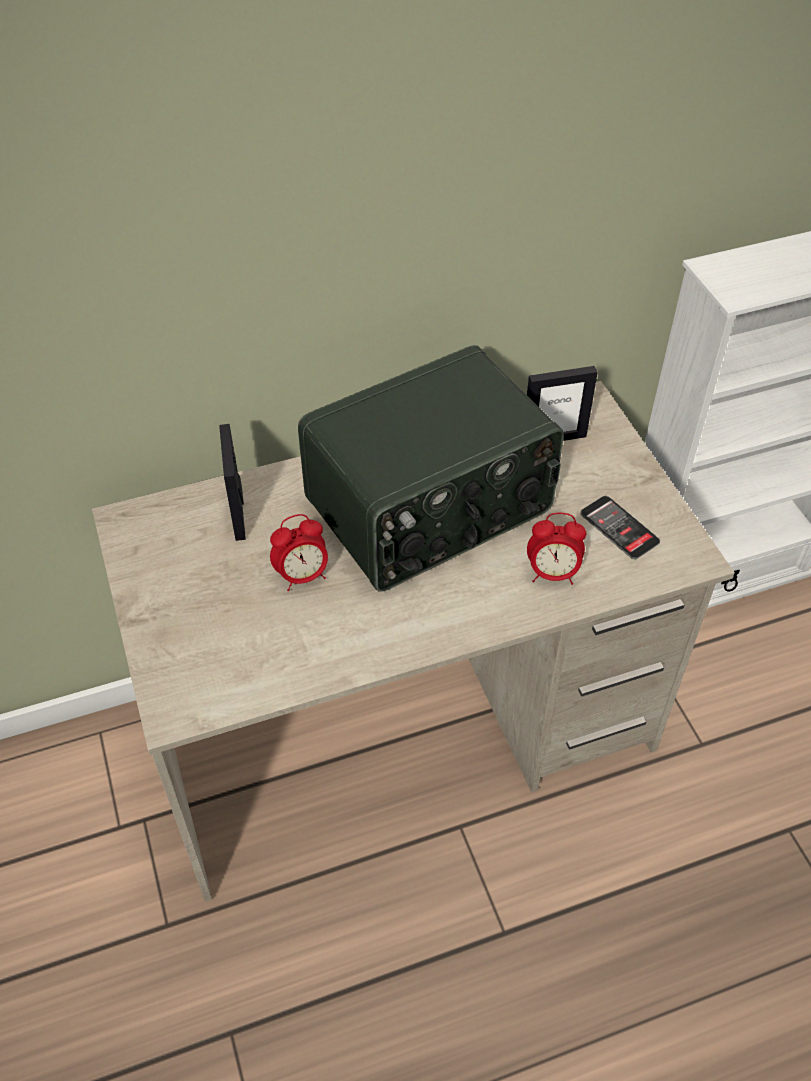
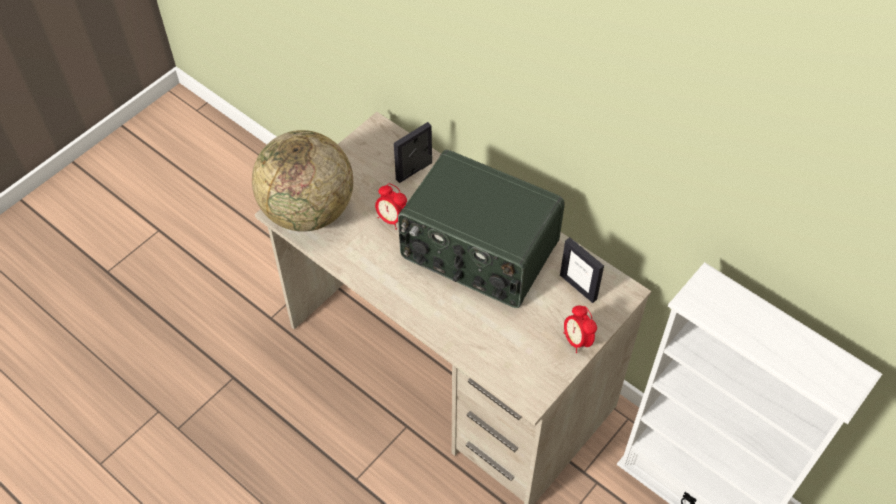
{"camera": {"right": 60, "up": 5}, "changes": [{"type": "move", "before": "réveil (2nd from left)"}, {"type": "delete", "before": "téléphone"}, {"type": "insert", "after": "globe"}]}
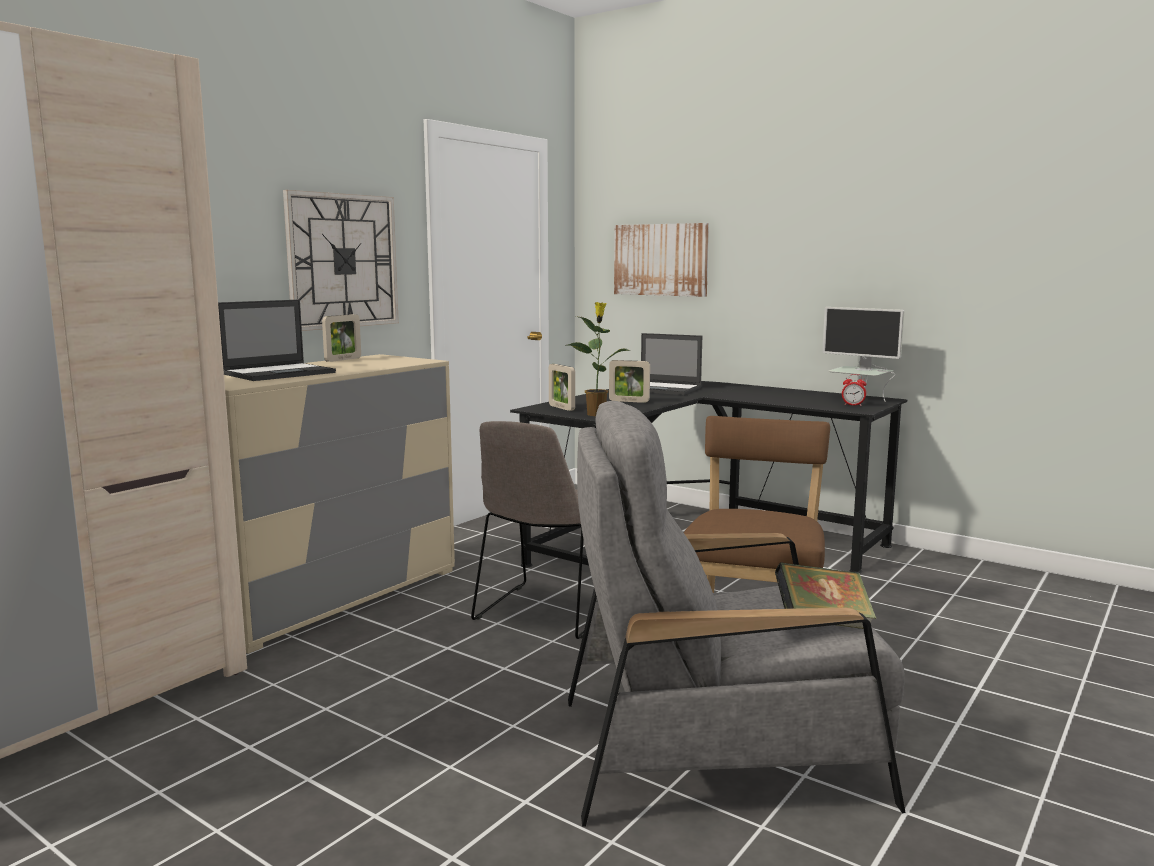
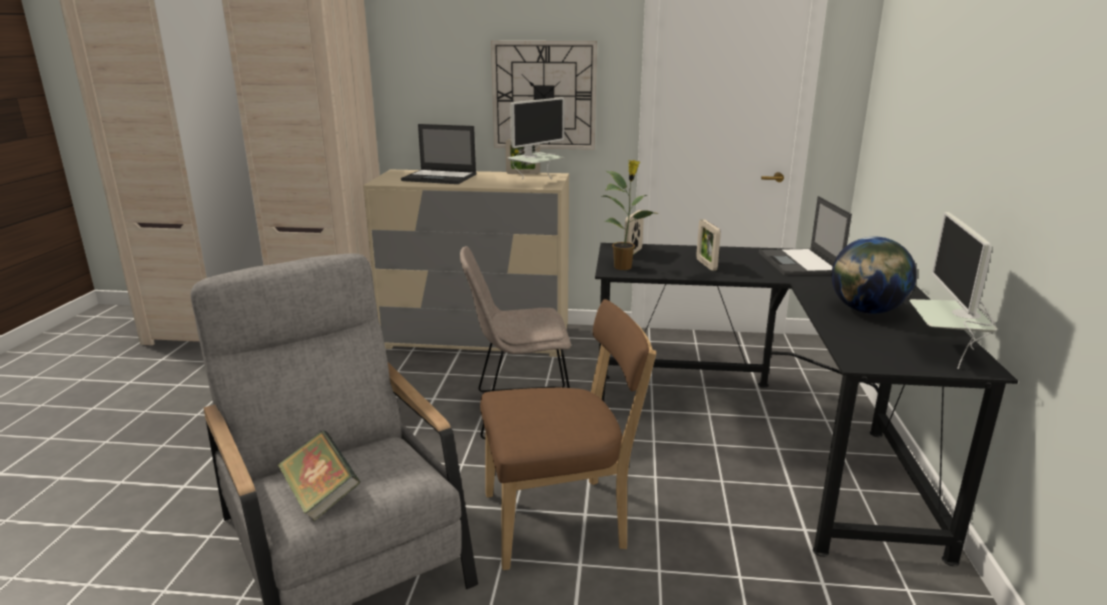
{"camera": {"right": 60, "up": 10}, "changes": [{"type": "delete", "before": "tableau"}, {"type": "delete", "before": "réveil"}, {"type": "insert", "after": "écran d'ordinateur (1st from left)"}, {"type": "insert", "after": "globe"}]}
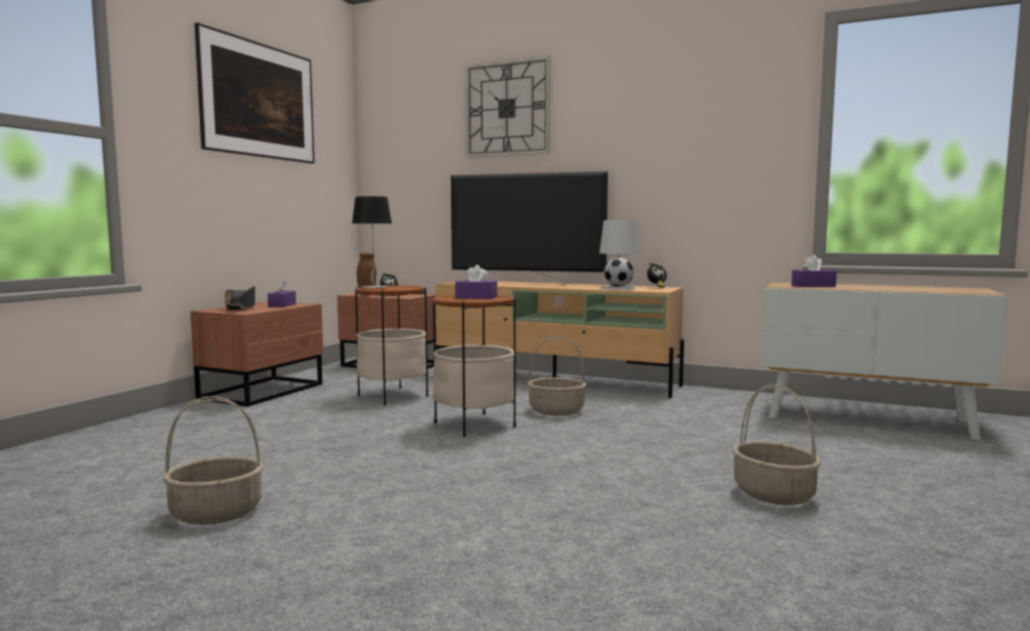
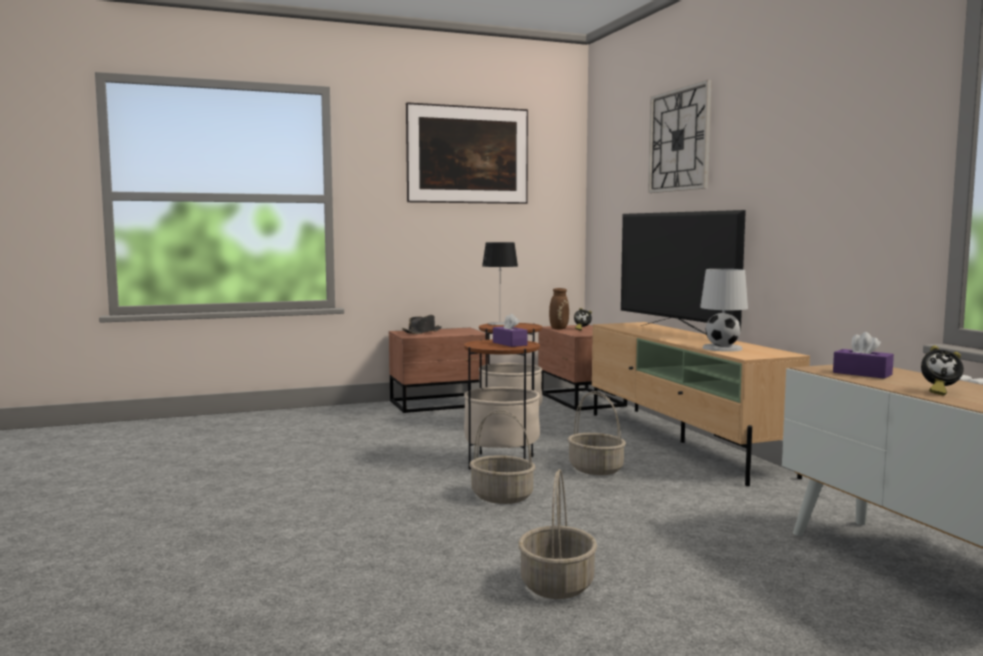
{"camera": {"right": 45, "up": 0}, "changes": [{"type": "move", "before": "panier (1st from left)"}, {"type": "delete", "before": "boîte à mouchoirs/violet (1st from left)"}, {"type": "move", "before": "réveil (2nd from left)"}]}
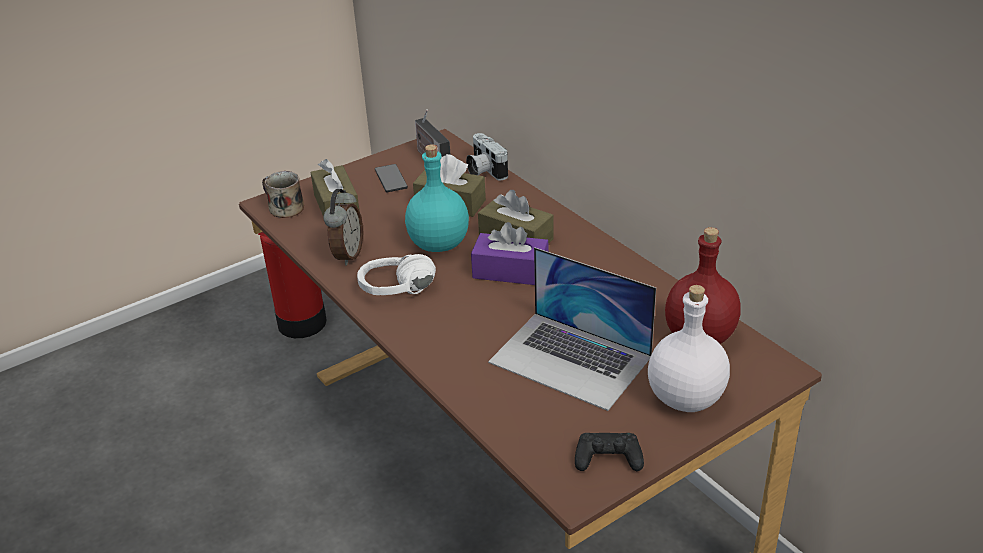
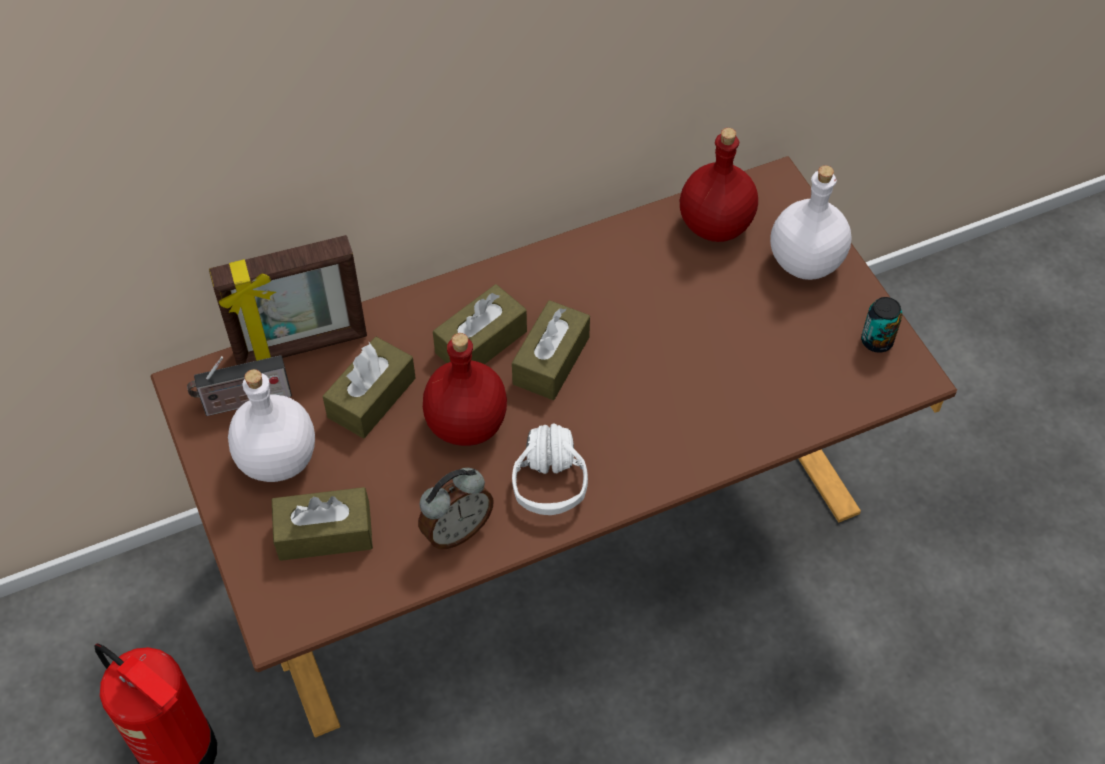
{"camera": {"right": -80, "up": 20}, "changes": [{"type": "delete", "before": "mug"}, {"type": "rotate", "before": "réveil", "turn": 120}, {"type": "replace", "before": "téléphone", "after": "bouteille/blanc (1st from left)"}, {"type": "recolor", "before": "bouteille/turquoise", "after": "bouteille/rouge (1st from left)"}, {"type": "replace", "before": "appareil photo", "after": "cadre photo"}, {"type": "recolor", "before": "boîte à mouchoirs/violet", "after": "boîte à mouchoirs/marron (4th from left)"}, {"type": "delete", "before": "ordinateur portable"}, {"type": "replace", "before": "manette/noir", "after": "boîte métallique"}]}
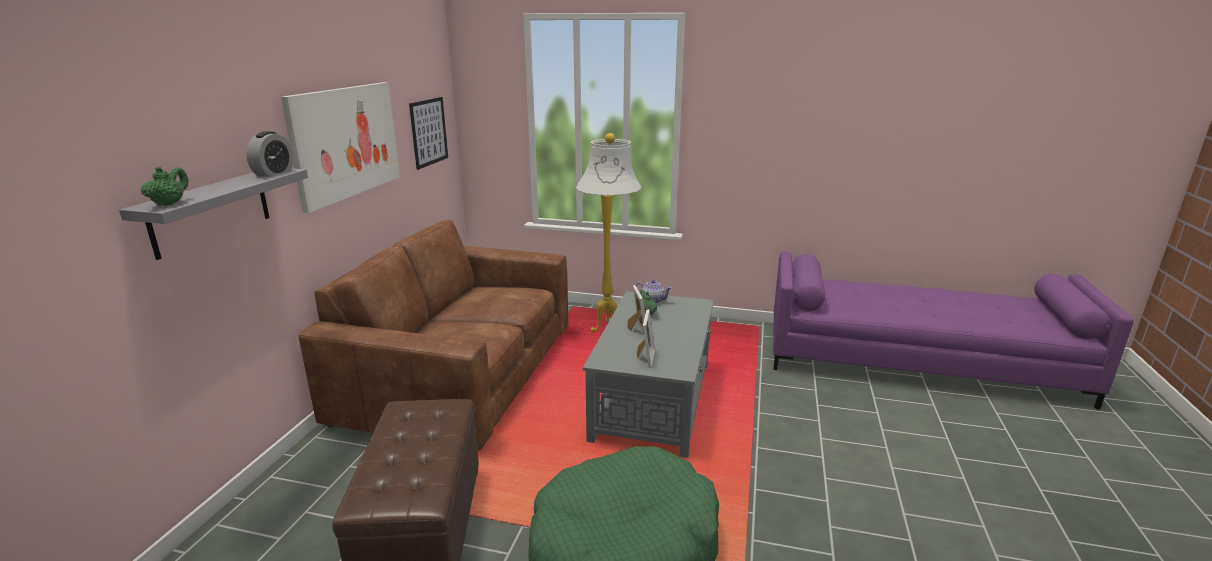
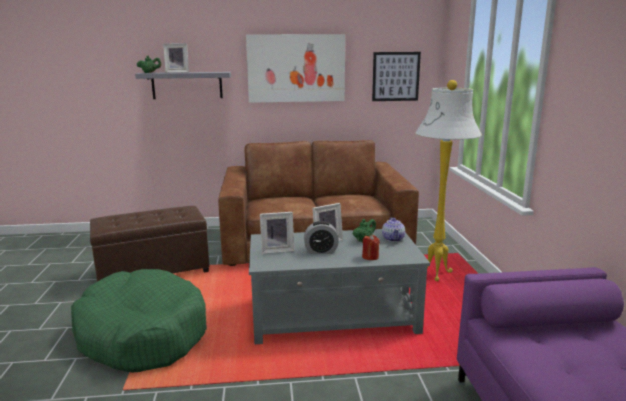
{"camera": {"right": 70, "up": -5}, "changes": [{"type": "move", "before": "réveil"}, {"type": "insert", "after": "cadre photo (1st from left)"}, {"type": "insert", "after": "bougie/rouge"}]}
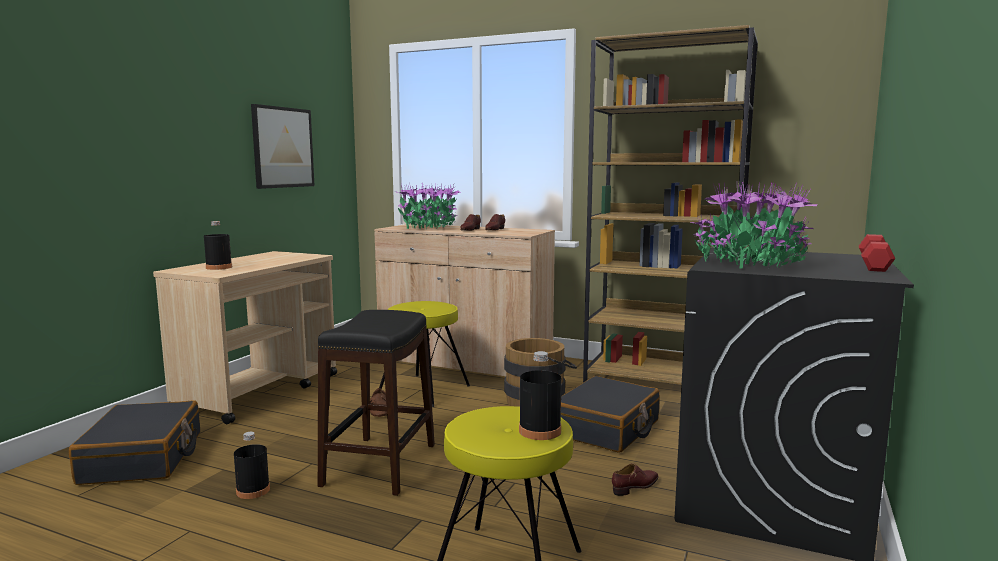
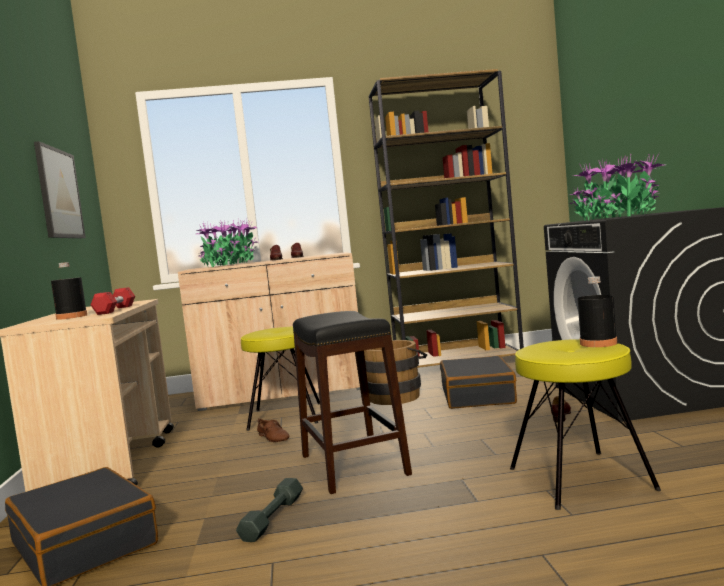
{"camera": {"right": -30, "up": -5}, "changes": [{"type": "replace", "before": "bouteille/noir (2nd from left)", "after": "haltère/gris"}, {"type": "move", "before": "haltère/rouge"}]}
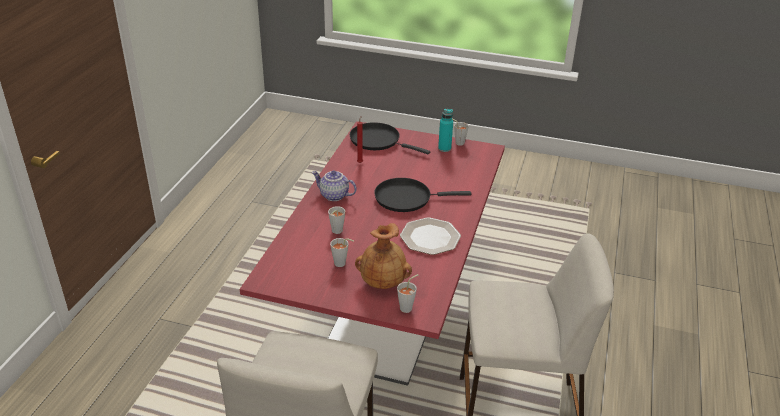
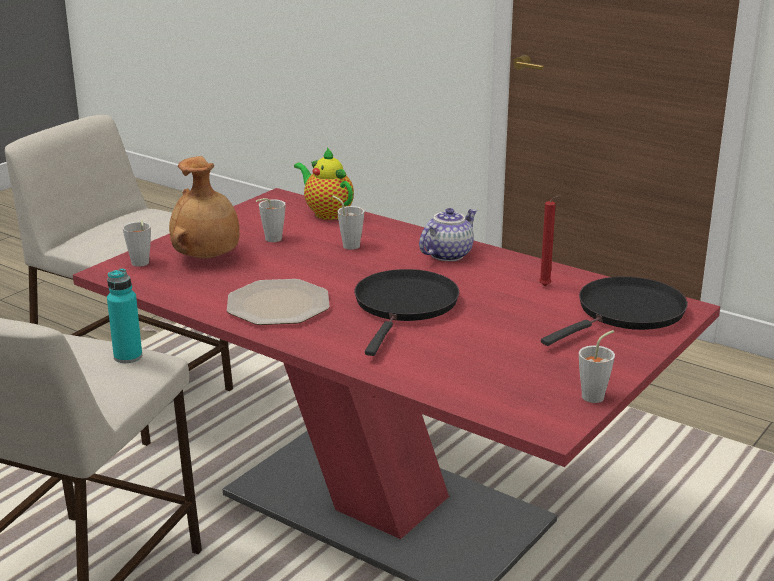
{"camera": {"right": 110, "up": -10}, "changes": [{"type": "move", "before": "bouteille/turquoise"}, {"type": "insert", "after": "théière (1st from left)"}]}
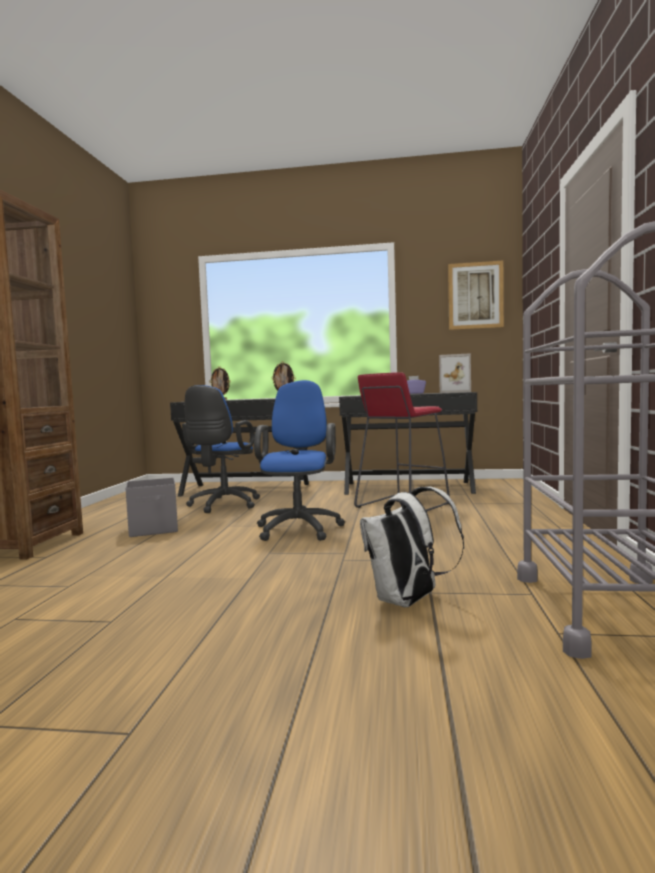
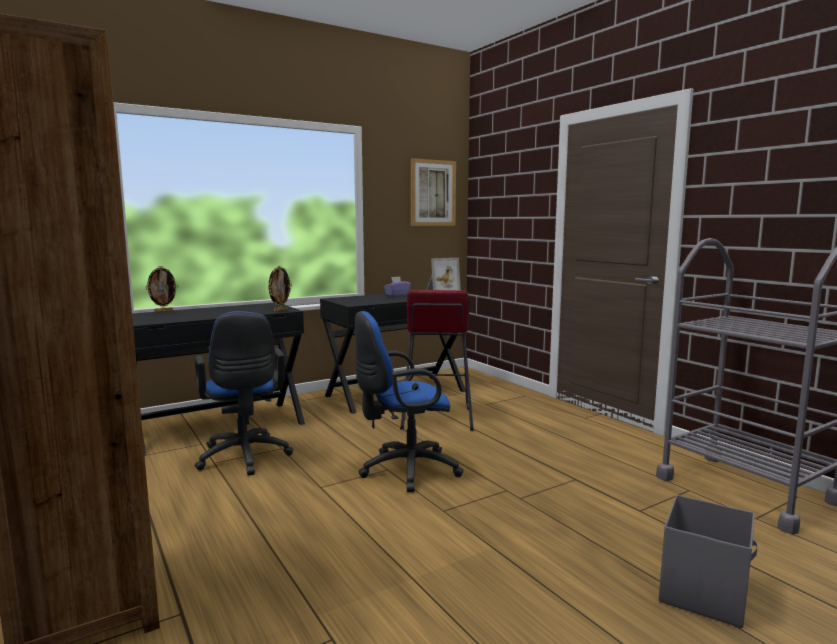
{"camera": {"right": -40, "up": 5}, "changes": [{"type": "move", "before": "boîte de rangement/gris"}, {"type": "rotate", "before": "chaise de bureau/bleu (2nd from left)", "turn": -75}, {"type": "delete", "before": "sac à dos/blanc"}]}
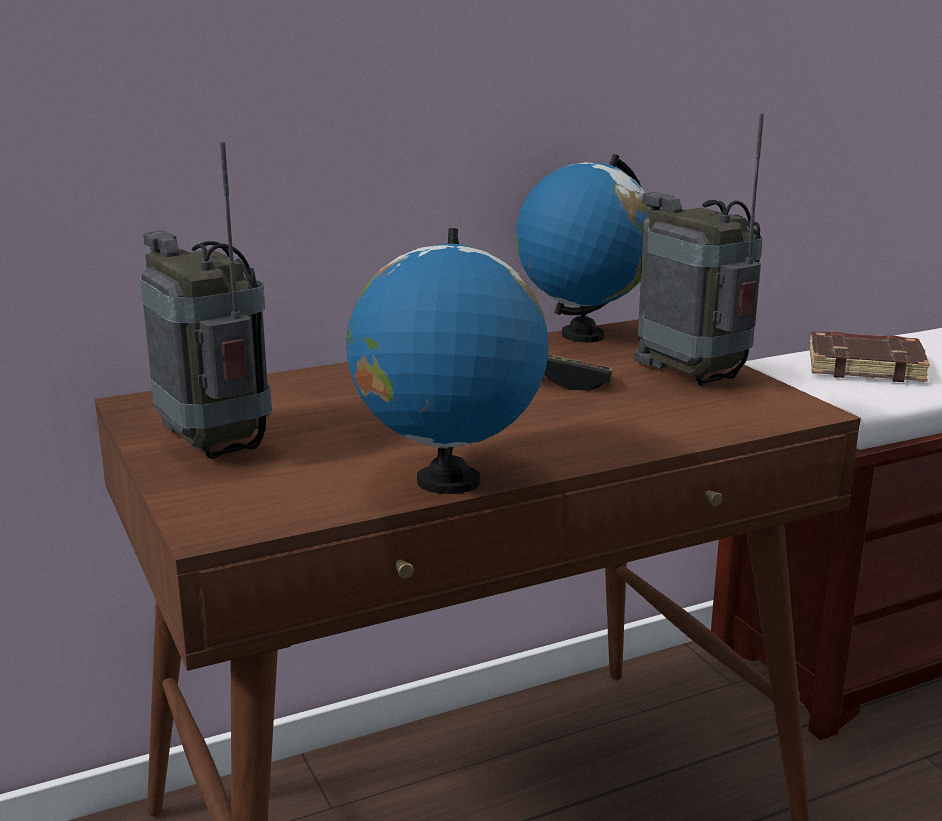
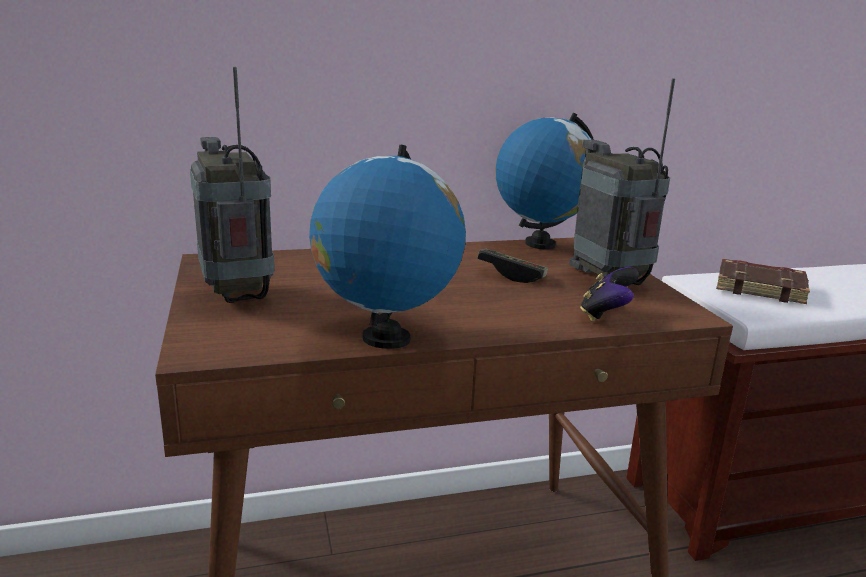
{"camera": {"right": 10, "up": 0}, "changes": [{"type": "insert", "after": "manette (2nd from left)"}]}
